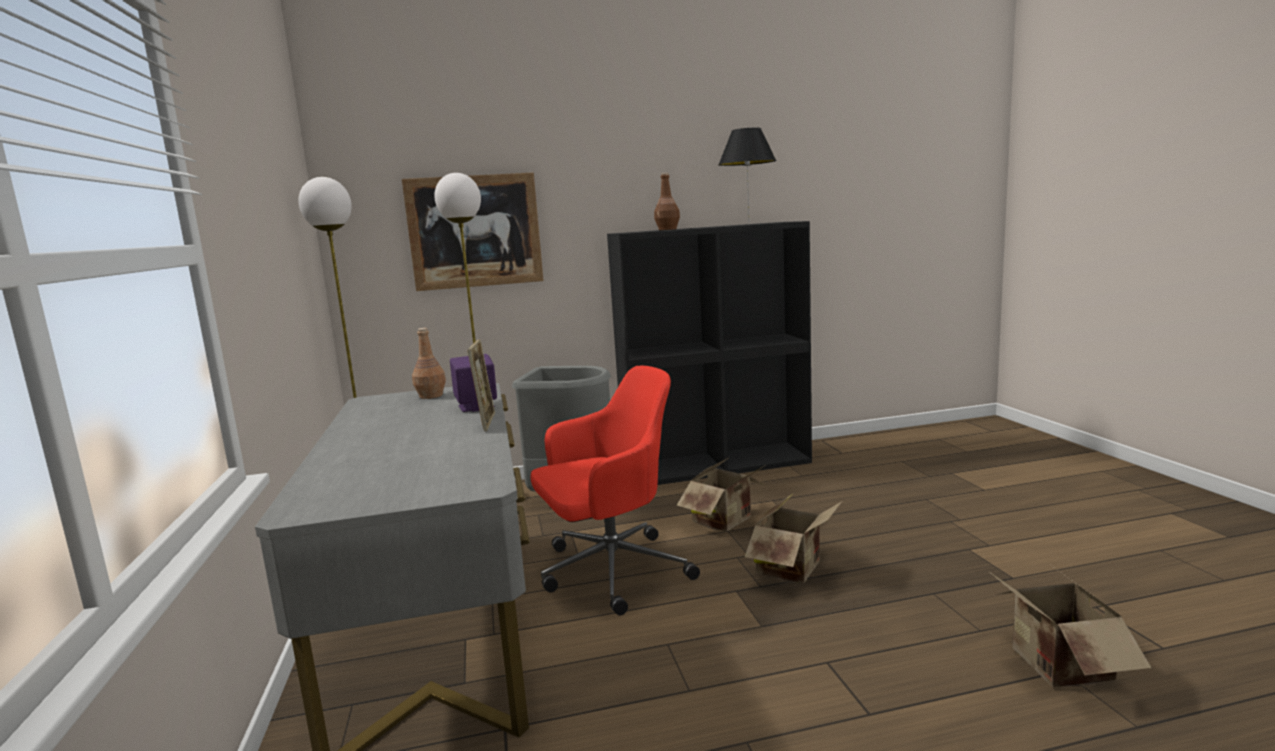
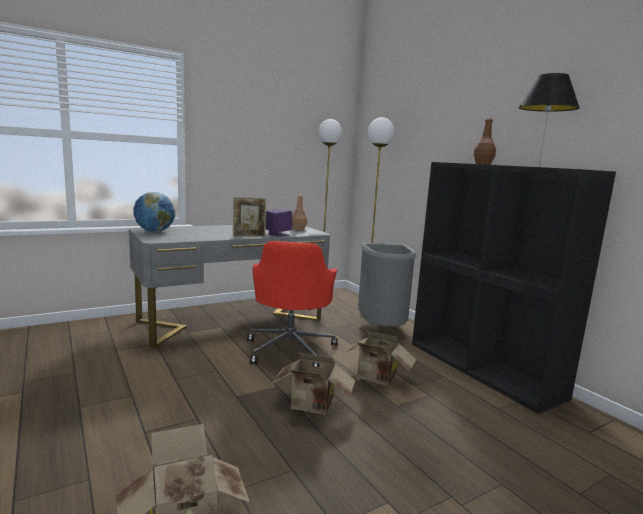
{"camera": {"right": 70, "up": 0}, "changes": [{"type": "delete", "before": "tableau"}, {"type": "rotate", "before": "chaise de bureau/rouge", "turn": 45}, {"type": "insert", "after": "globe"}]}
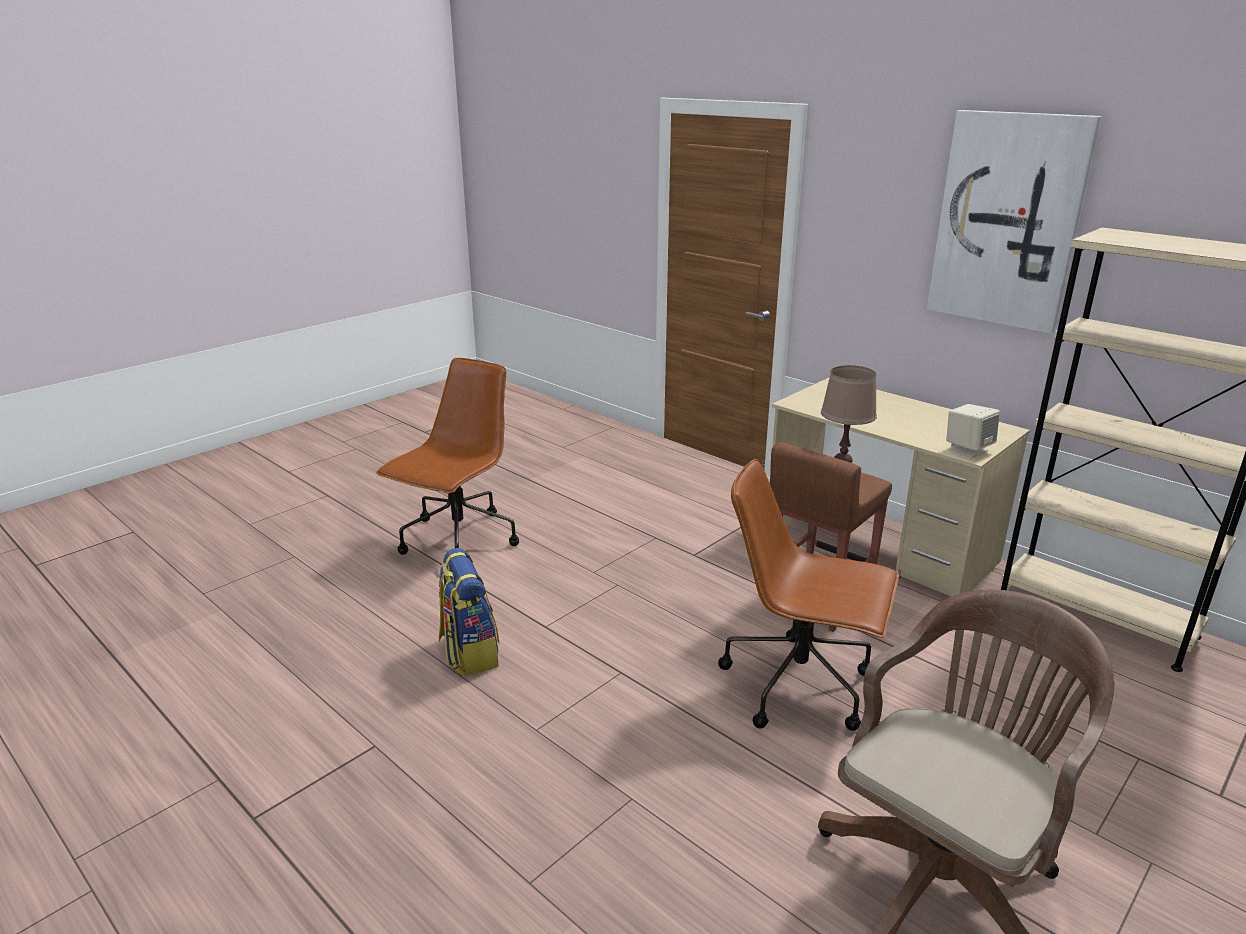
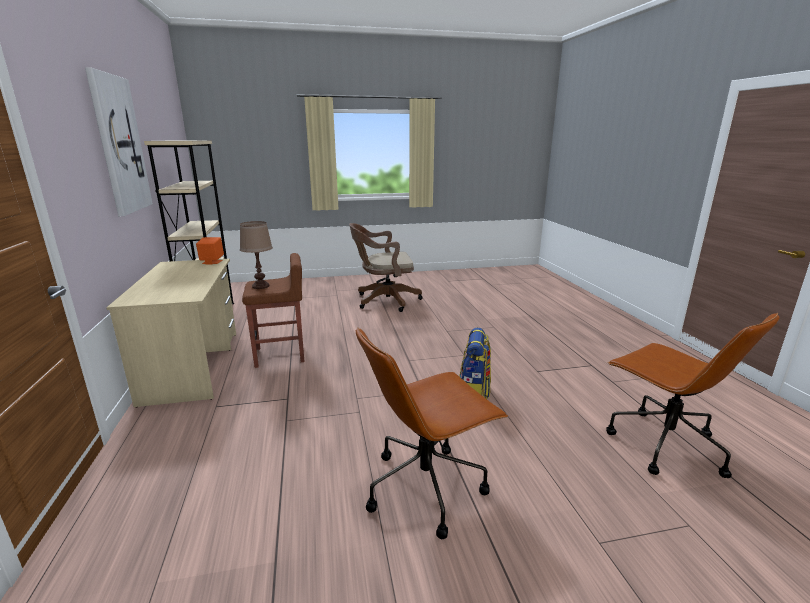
{"camera": {"right": -145, "up": -5}, "changes": [{"type": "move", "before": "chaise de bureau/marron (2nd from left in the first image)", "after": "chaise de bureau/marron (3rd from left)"}, {"type": "recolor", "before": "enceinte/beige", "after": "enceinte/orange"}]}
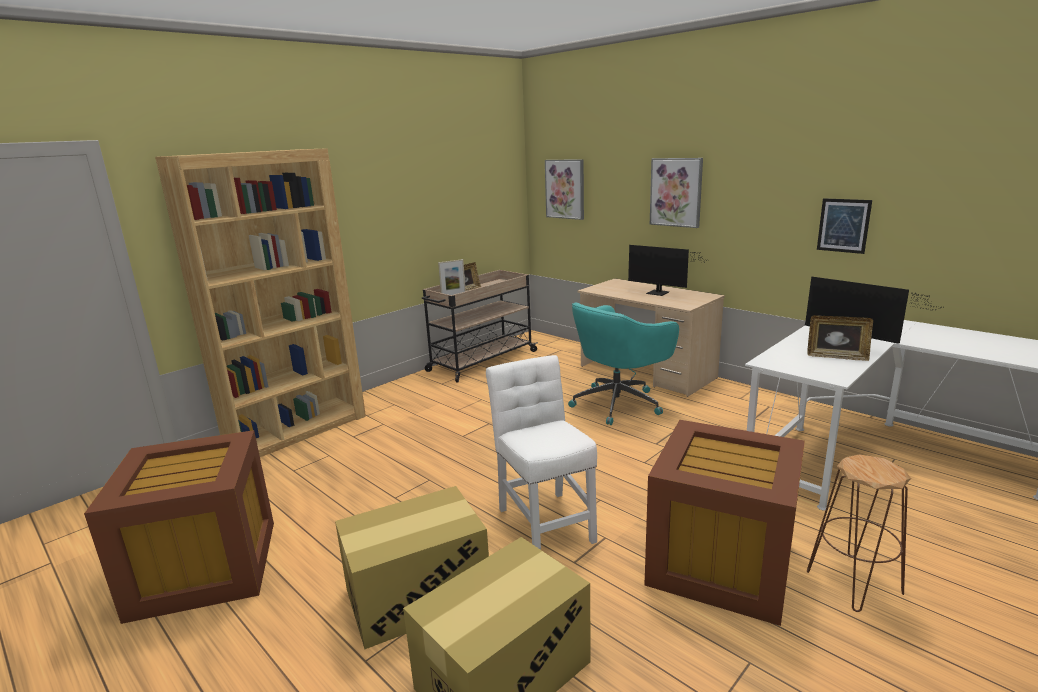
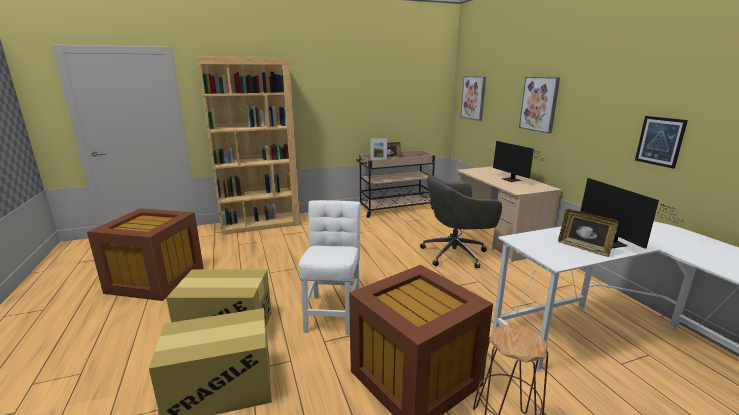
{"camera": {"right": 25, "up": 0}, "changes": [{"type": "recolor", "before": "chaise de bureau/turquoise", "after": "chaise de bureau/gris"}]}
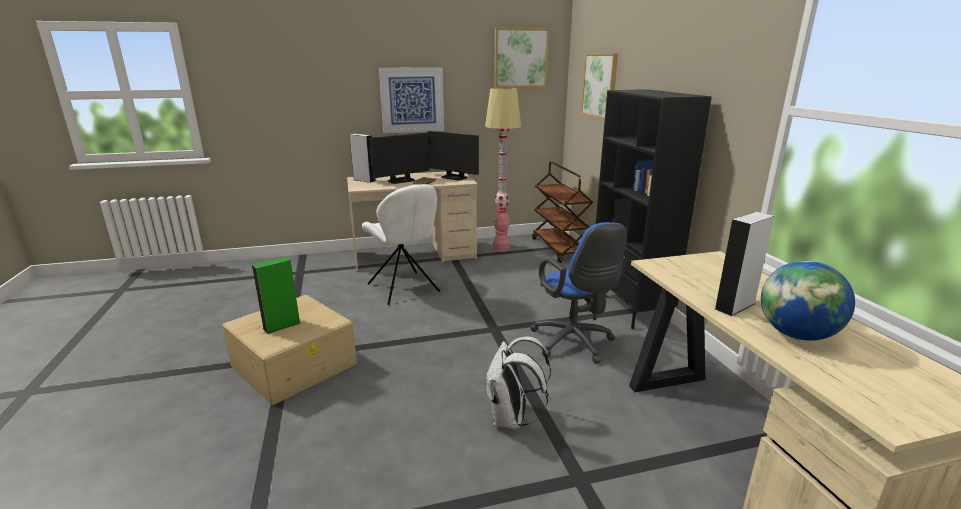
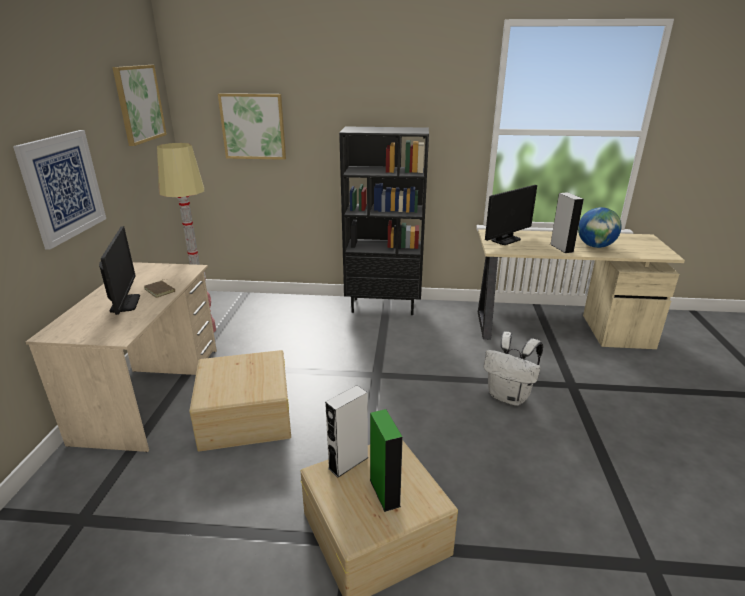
{"camera": {"right": -70, "up": 5}, "changes": [{"type": "move", "before": "enceinte/gris (1st from left)"}, {"type": "replace", "before": "chaise/blanc", "after": "boîte de rangement/beige (1st from left)"}, {"type": "move", "before": "écran d'ordinateur (2nd from left)"}, {"type": "delete", "before": "chaise de bureau/bleu"}, {"type": "delete", "before": "chariot/marron"}]}
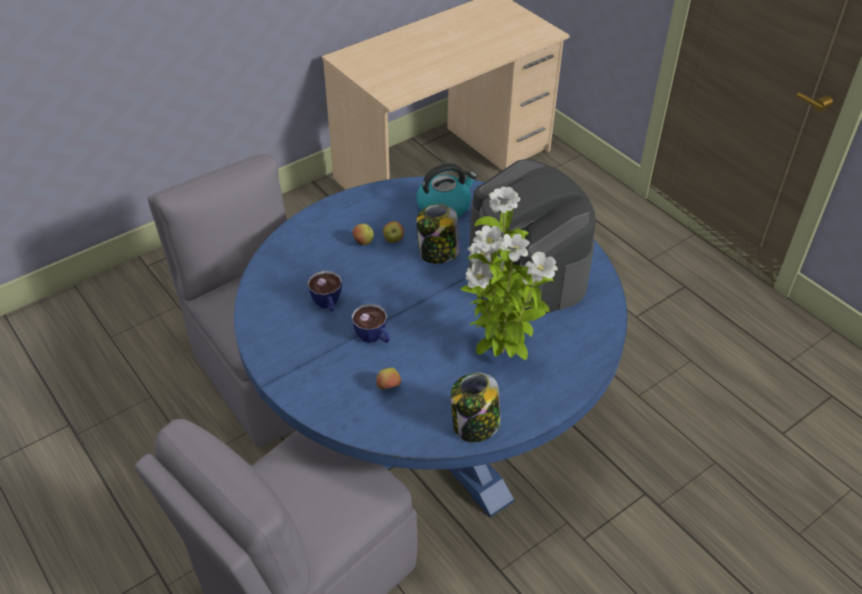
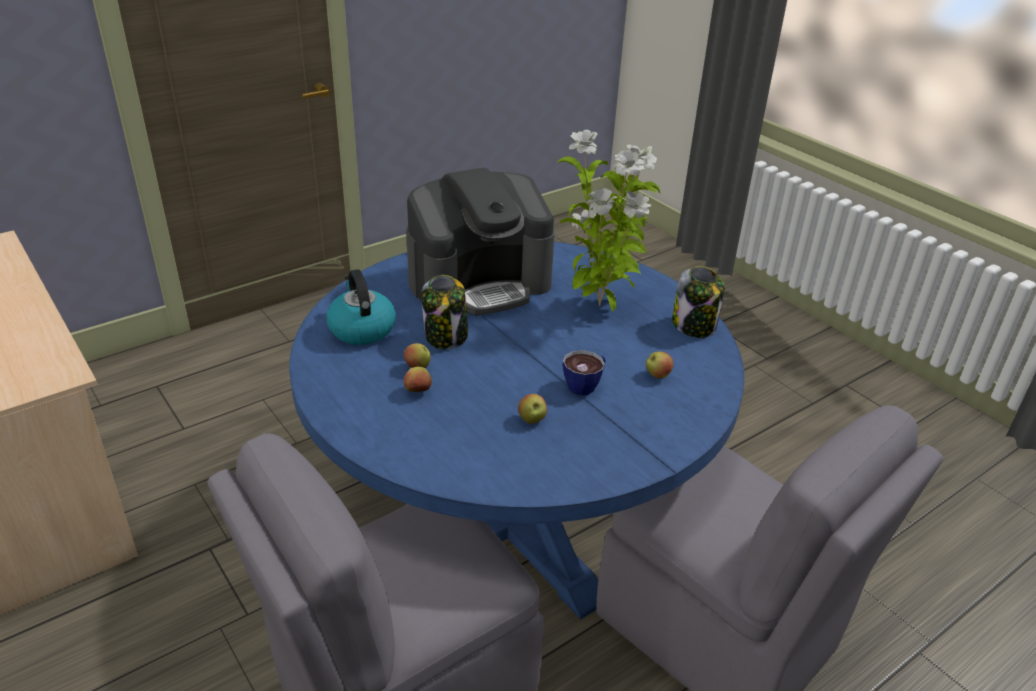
{"camera": {"right": -90, "up": -10}, "changes": [{"type": "replace", "before": "tasse (1st from left)", "after": "pomme (3rd from left)"}]}
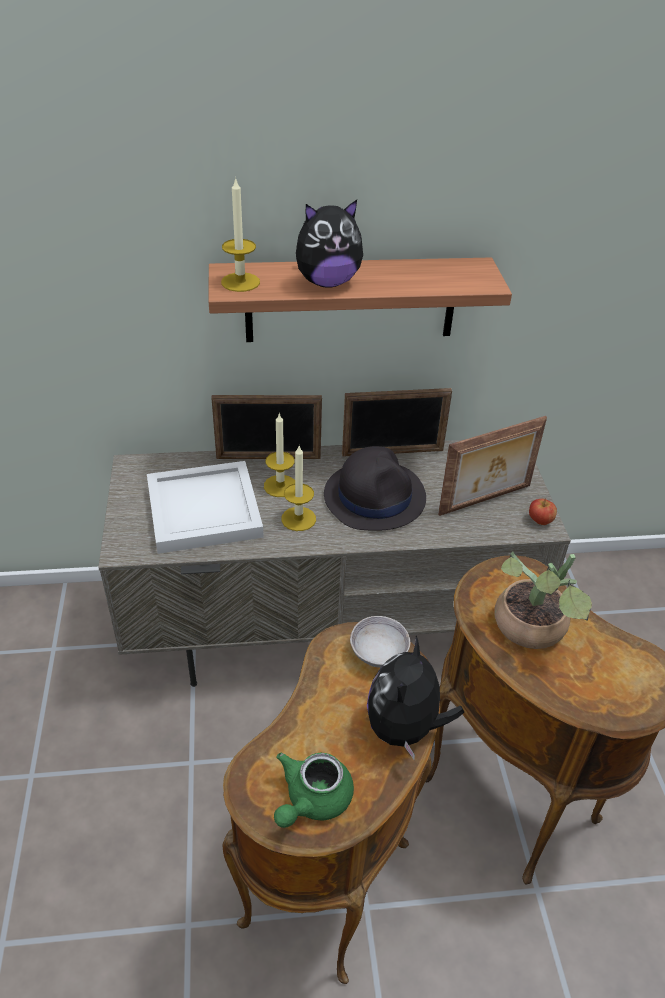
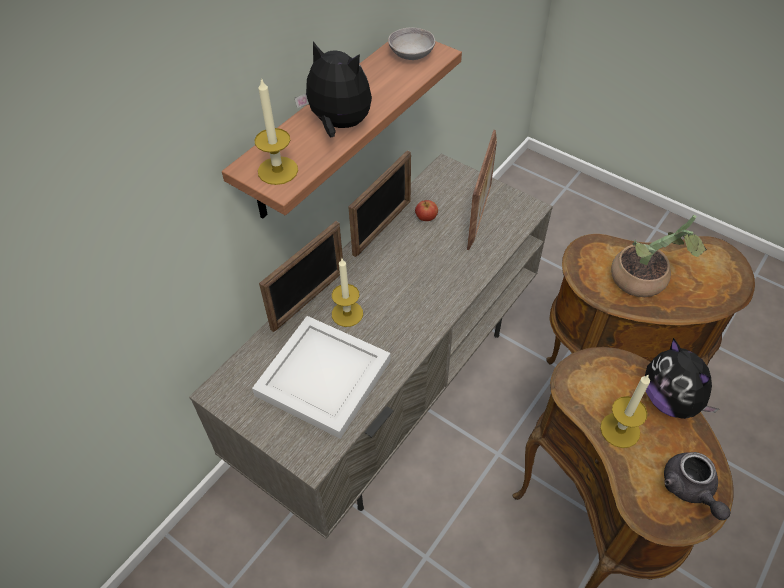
{"camera": {"right": -45, "up": 10}, "changes": [{"type": "recolor", "before": "théière/vert", "after": "théière/gris"}, {"type": "move", "before": "bougie (3rd from left)"}, {"type": "rotate", "before": "peluche (1st from left)", "turn": -90}, {"type": "delete", "before": "chapeau/noir"}, {"type": "move", "before": "bol/gris"}, {"type": "move", "before": "pomme"}]}
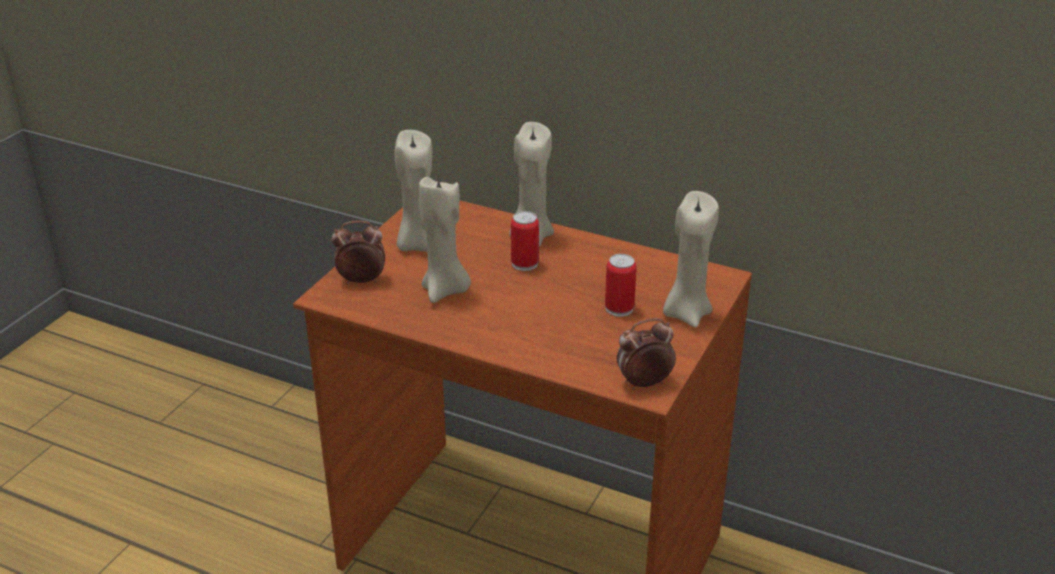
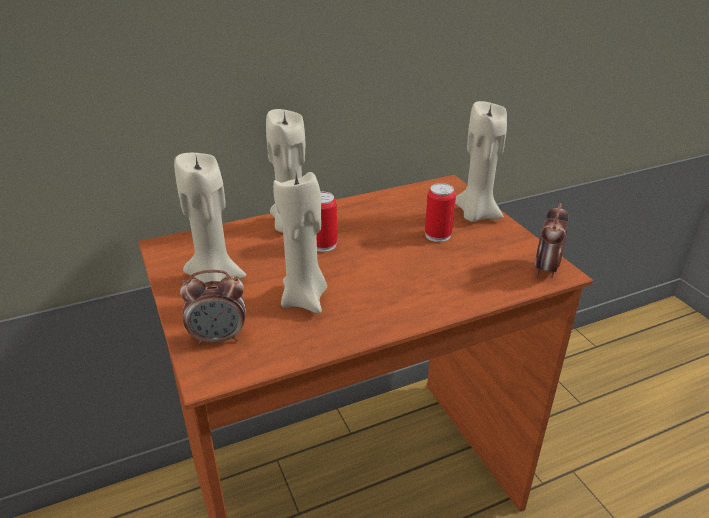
{"camera": {"right": -50, "up": 0}, "changes": [{"type": "rotate", "before": "réveil (1st from left)", "turn": -135}]}
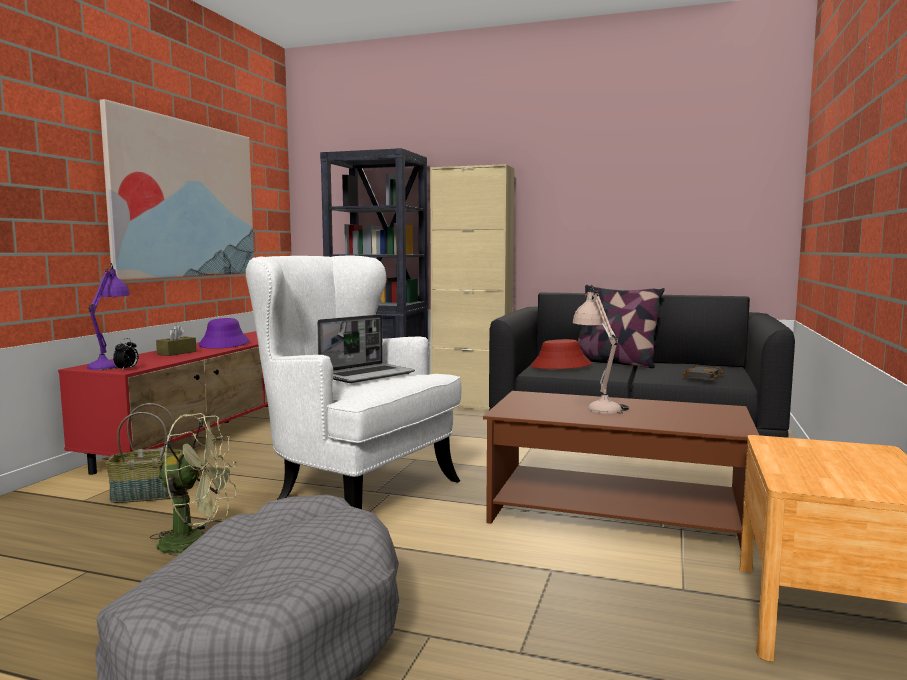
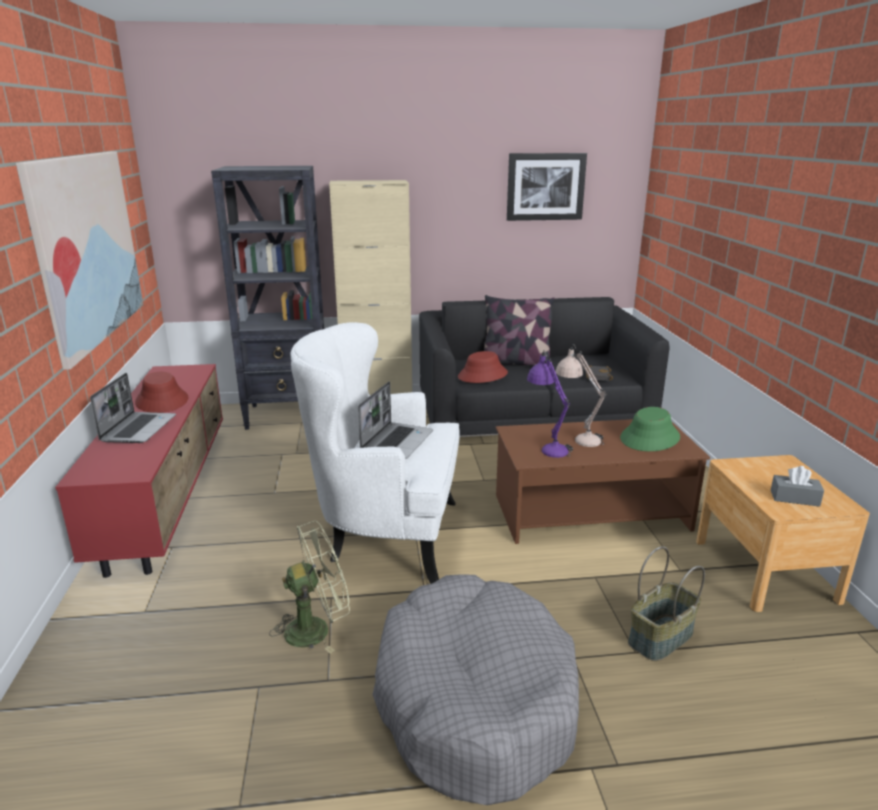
{"camera": {"right": -25, "up": 15}, "changes": [{"type": "move", "before": "lampe de table/violet"}, {"type": "move", "before": "panier"}, {"type": "delete", "before": "réveil"}, {"type": "replace", "before": "boîte à mouchoirs/marron", "after": "ordinateur portable (1st from left)"}, {"type": "recolor", "before": "chapeau/violet", "after": "chapeau/rouge (1st from left)"}, {"type": "insert", "after": "tableau (2nd from left)"}, {"type": "insert", "after": "chapeau/vert"}, {"type": "insert", "after": "boîte à mouchoirs/gris"}]}
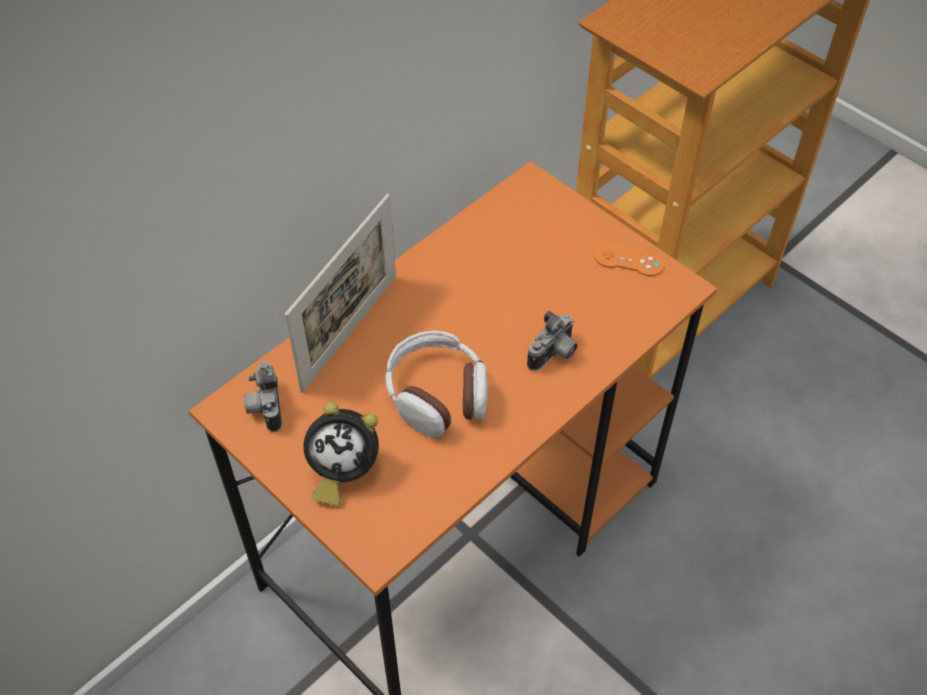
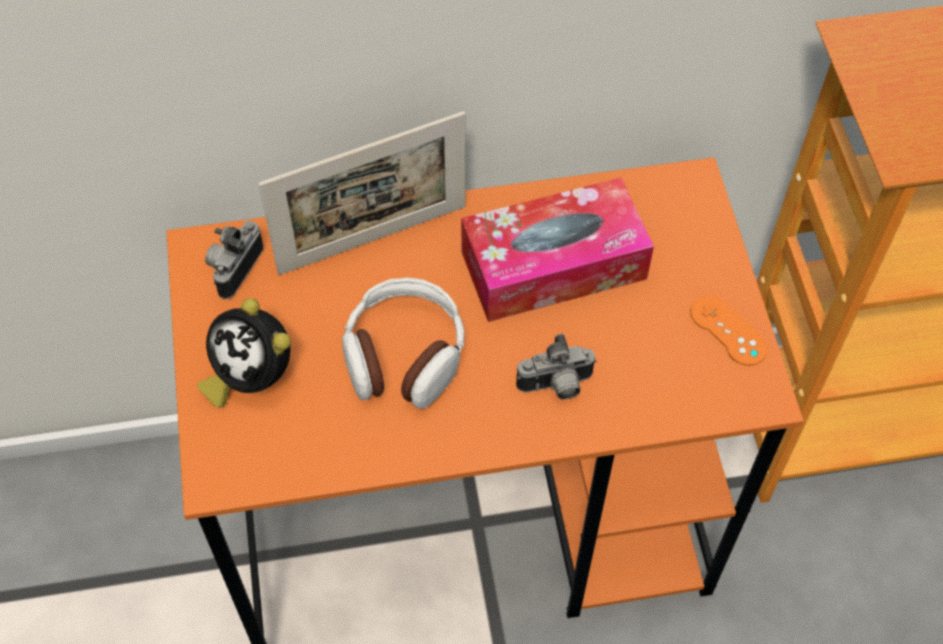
{"camera": {"right": 35, "up": 5}, "changes": [{"type": "insert", "after": "boîte à mouchoirs"}]}
